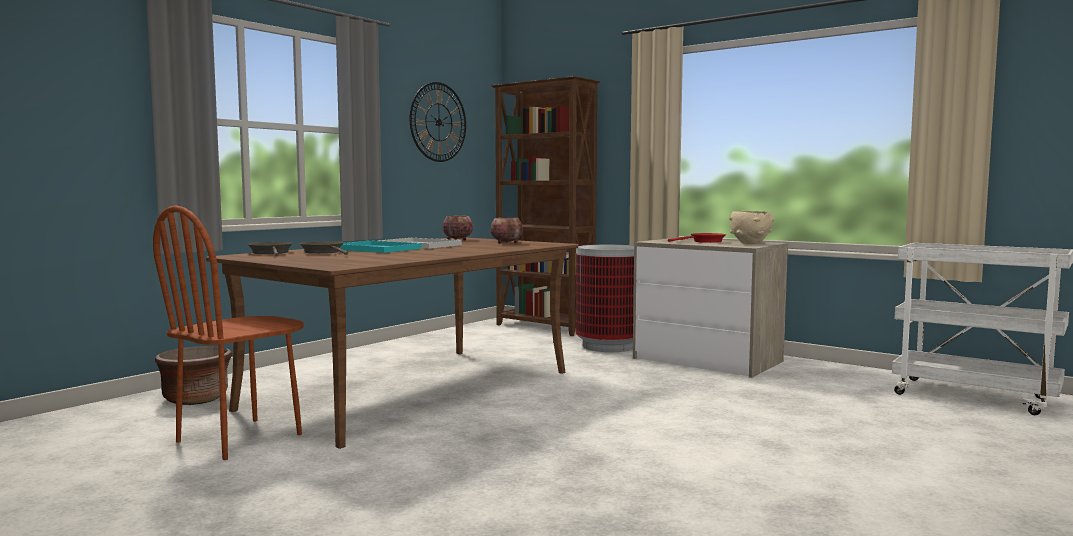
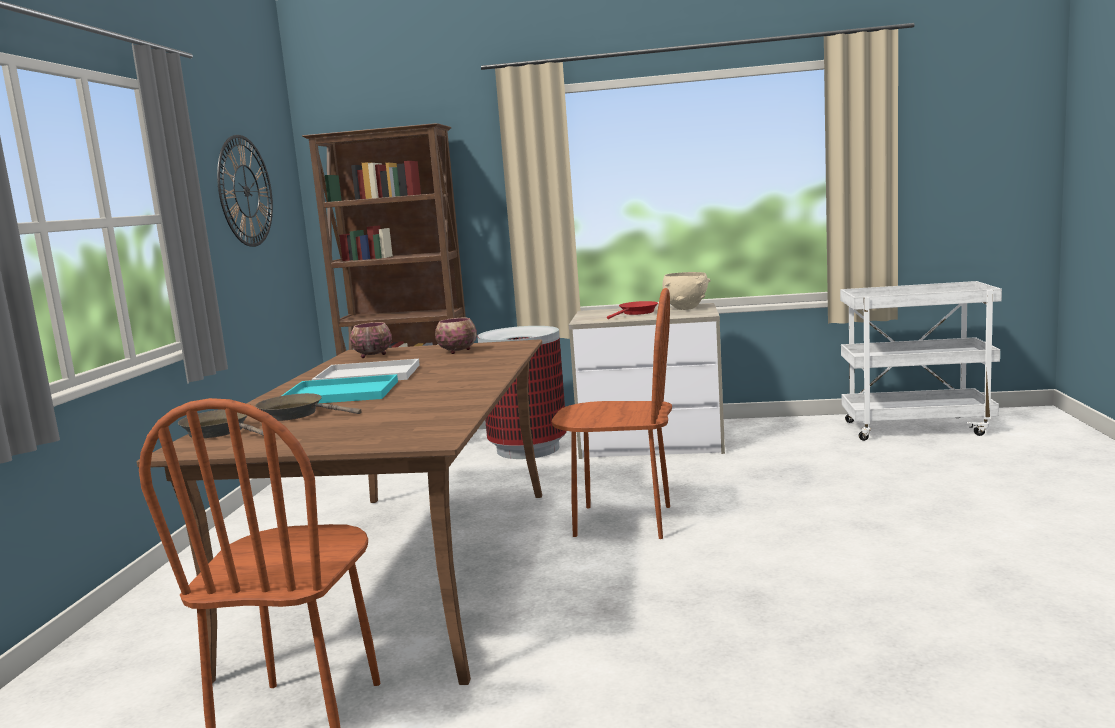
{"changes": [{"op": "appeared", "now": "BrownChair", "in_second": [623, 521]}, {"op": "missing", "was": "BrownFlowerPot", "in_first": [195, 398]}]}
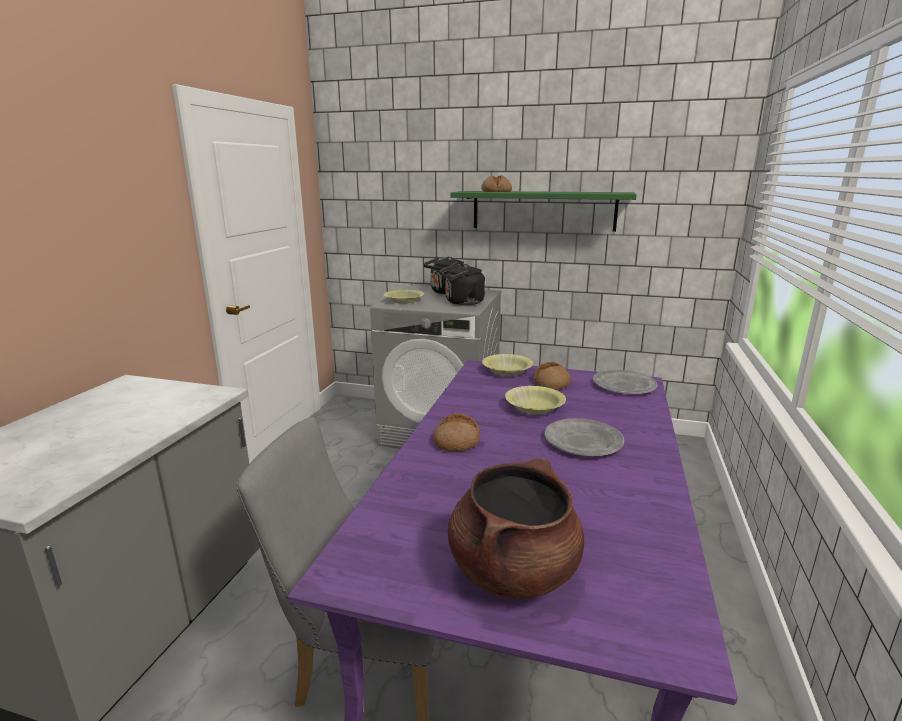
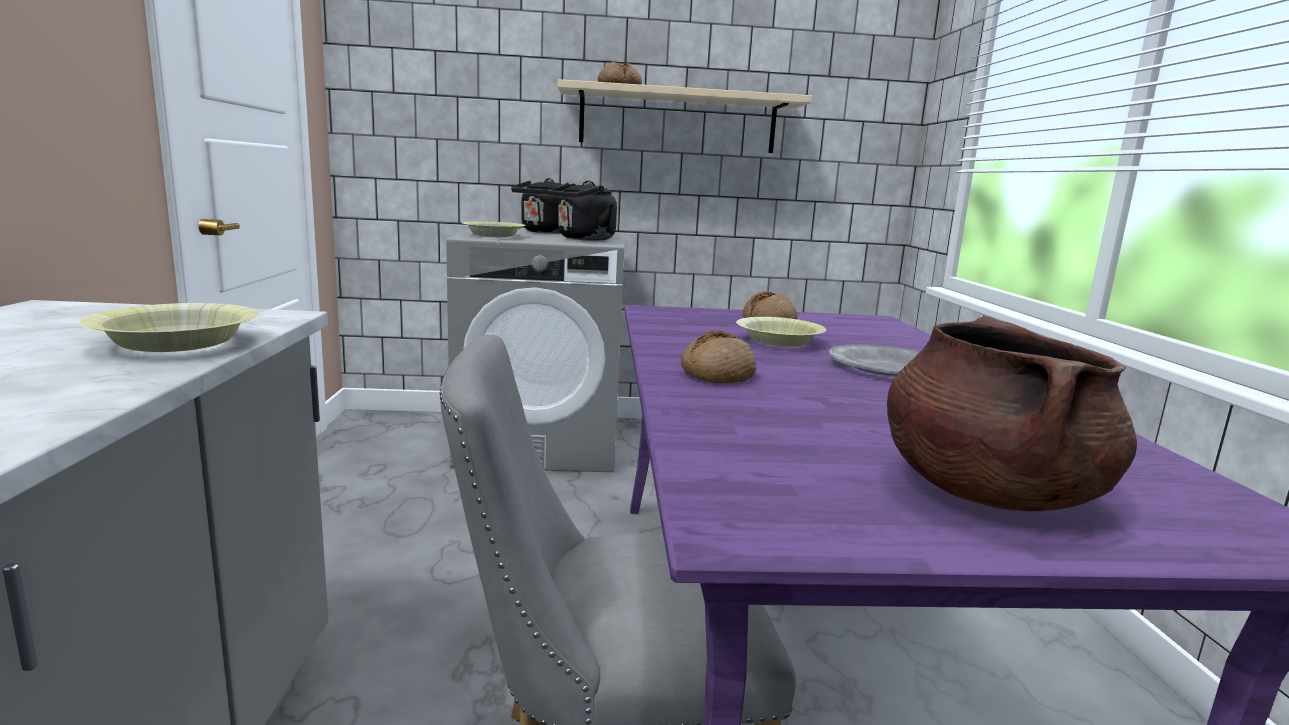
{"changes": [{"op": "relocated", "was": "YellowBowl", "in_first": [507, 371], "in_second": [178, 344]}, {"op": "colour", "was": "GreenishShelf", "now": "BeigeColouredShelf", "in_first": [543, 210], "in_second": [678, 121]}, {"op": "missing", "was": "GrayDinnerPlate", "in_first": [624, 386]}]}
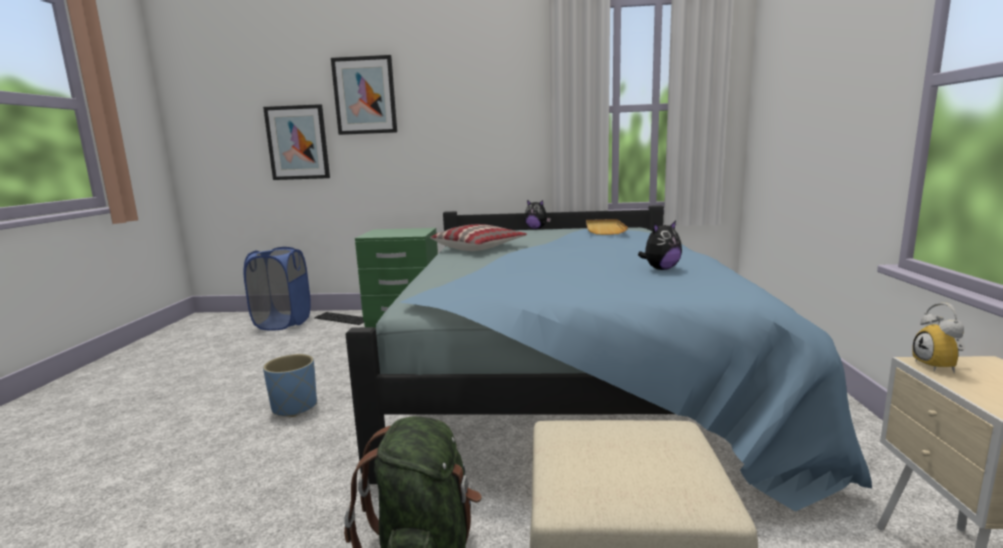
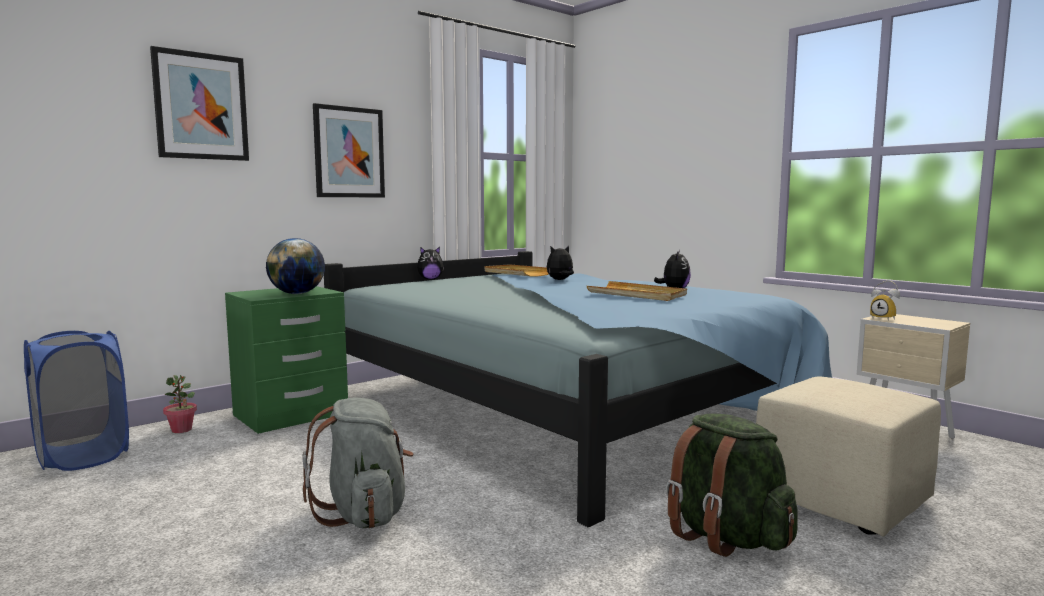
{"changes": [{"op": "exchanged", "was": "ComputerKeyboard", "now": "Houseplant", "in_first": [343, 318], "in_second": [182, 430]}, {"op": "appeared", "now": "DeskGlobe", "in_second": [297, 293]}, {"op": "exchanged", "was": "BlueFlowerPot", "now": "GrayRucksack", "in_first": [294, 407], "in_second": [364, 513]}, {"op": "relocated", "was": "WallArt", "in_first": [297, 142], "in_second": [349, 152]}, {"op": "appeared", "now": "SoftToy", "in_second": [560, 280]}, {"op": "appeared", "now": "BeigeColouredCarryingTray", "in_second": [637, 295]}, {"op": "missing", "was": "Cushion", "in_first": [479, 247]}]}
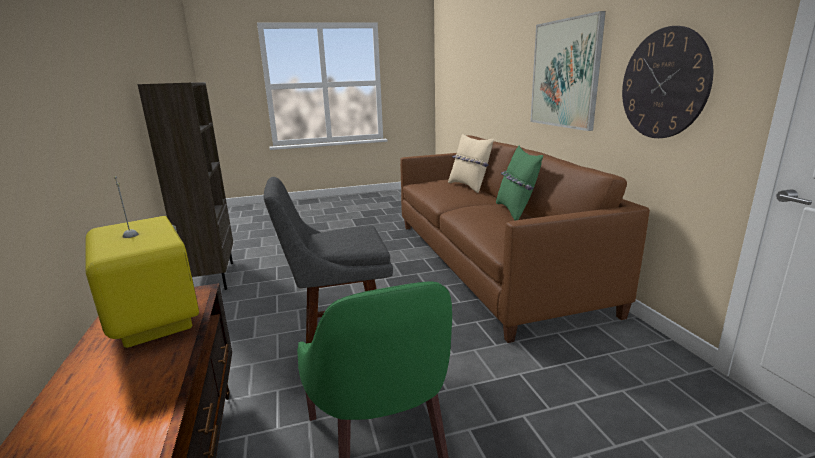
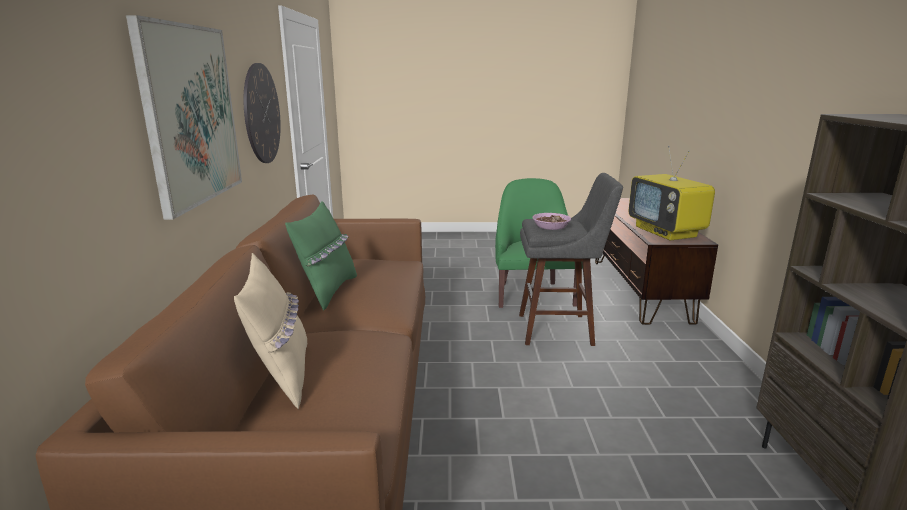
{"changes": [{"op": "appeared", "now": "Bowl", "in_second": [551, 226]}]}
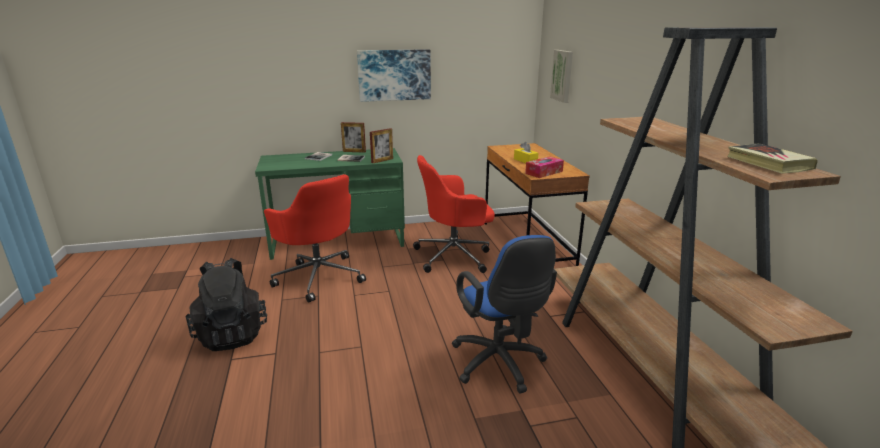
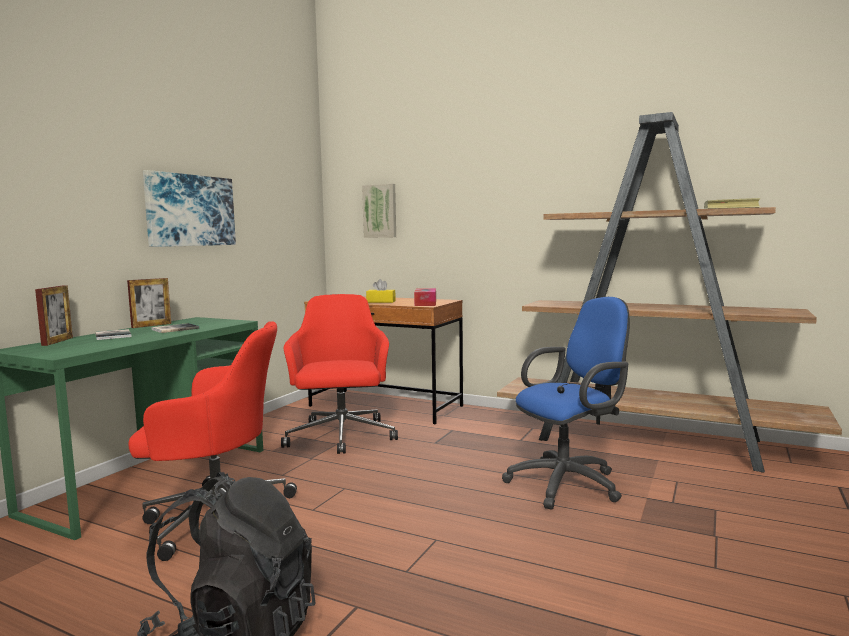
{"changes": [{"op": "relocated", "was": "PhotoFrame", "in_first": [382, 160], "in_second": [57, 341]}, {"op": "spun", "was": "ReddishComputerChair", "in_first": [454, 256], "in_second": [341, 437], "clockwise": 150}, {"op": "spun", "was": "BlueComputerChair", "in_first": [500, 365], "in_second": [569, 483], "clockwise": -45}]}
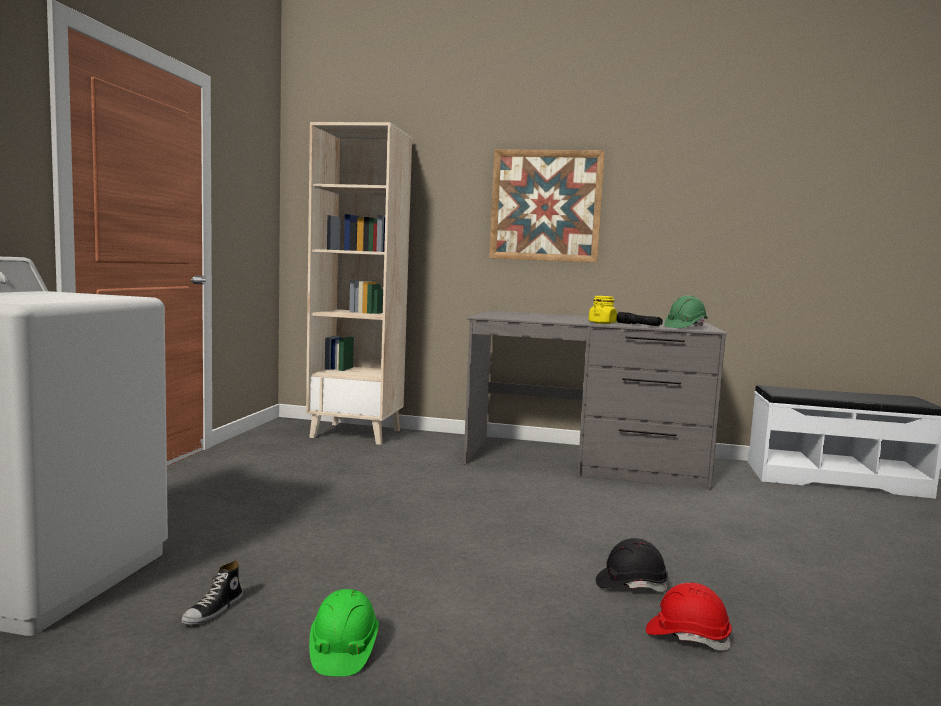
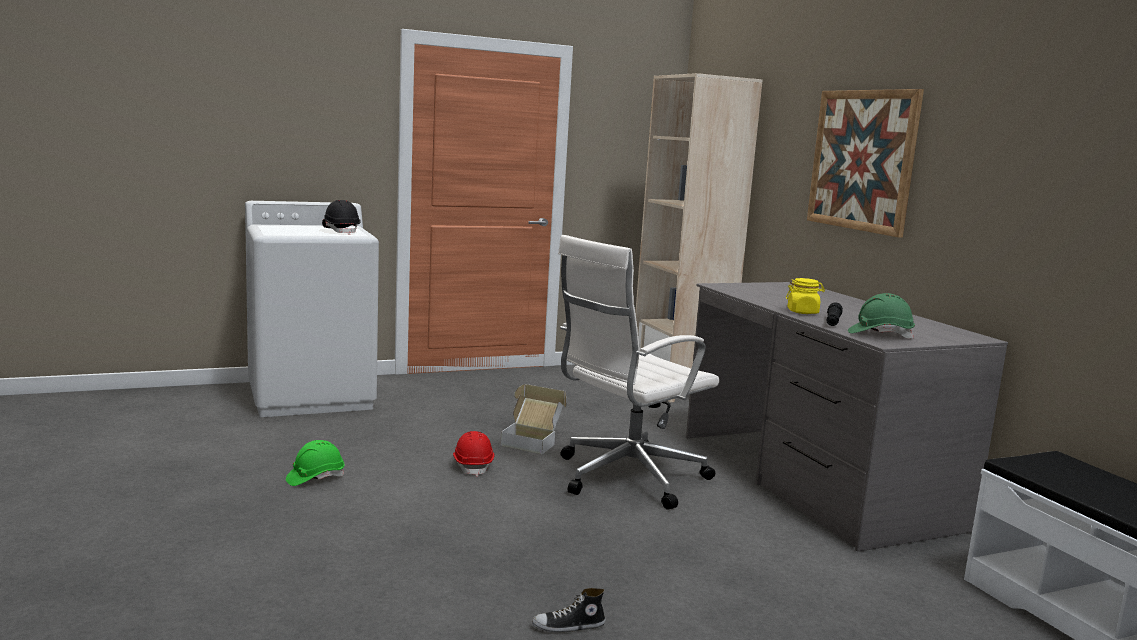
{"changes": [{"op": "relocated", "was": "BlackColouredSafetyHelmet", "in_first": [630, 585], "in_second": [341, 231]}, {"op": "relocated", "was": "ReddishSafetyHelmet", "in_first": [687, 636], "in_second": [473, 465]}, {"op": "appeared", "now": "Carton", "in_second": [532, 441]}, {"op": "relocated", "was": "Shoe", "in_first": [213, 611], "in_second": [568, 626]}, {"op": "appeared", "now": "WhiteComputerChair", "in_second": [626, 477]}]}
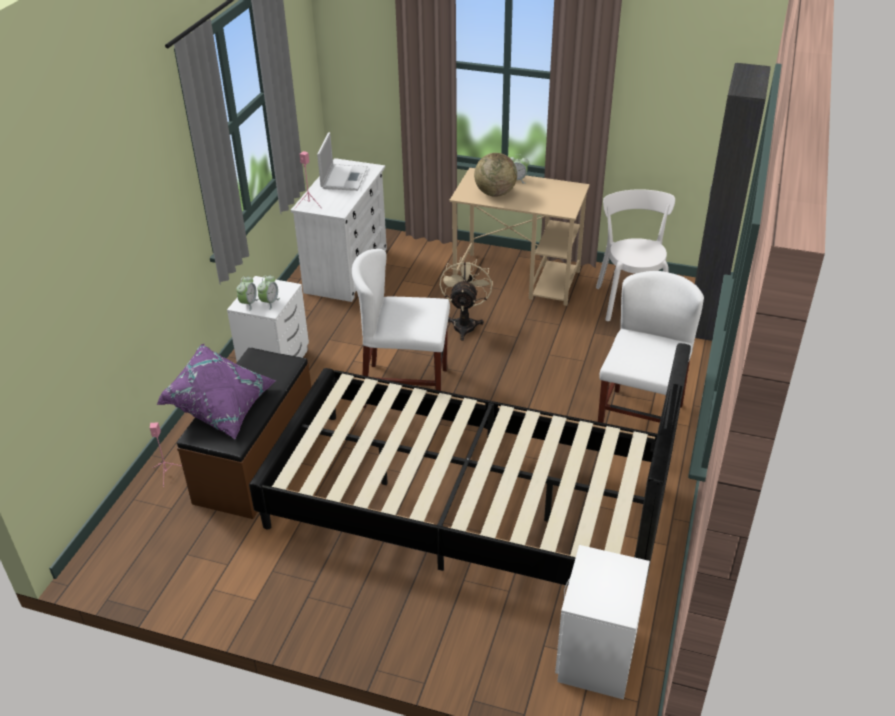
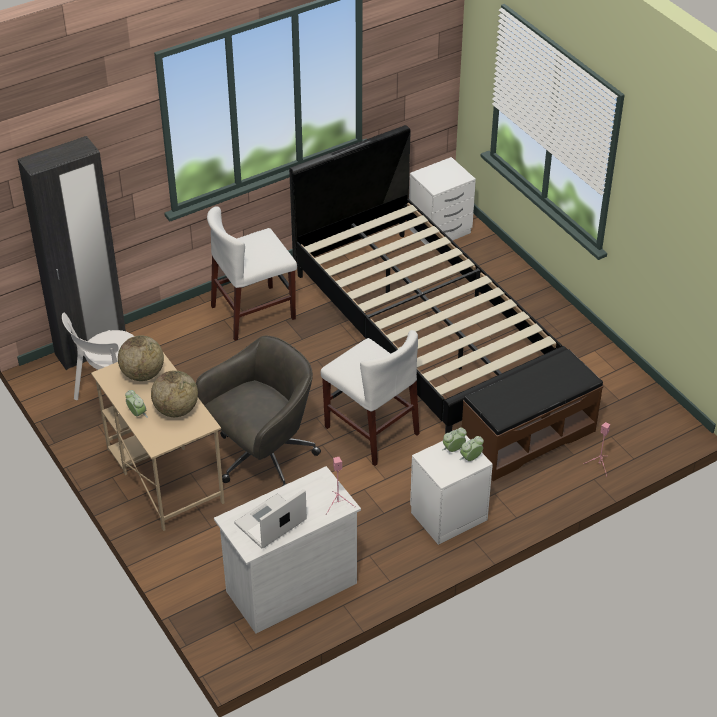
{"changes": [{"op": "appeared", "now": "DeskGlobe", "in_second": [143, 374]}, {"op": "exchanged", "was": "BeigeColouredElectricFan", "now": "GrayComputerChair", "in_first": [465, 323], "in_second": [263, 458]}, {"op": "missing", "was": "PurplishCushion", "in_first": [221, 406]}]}
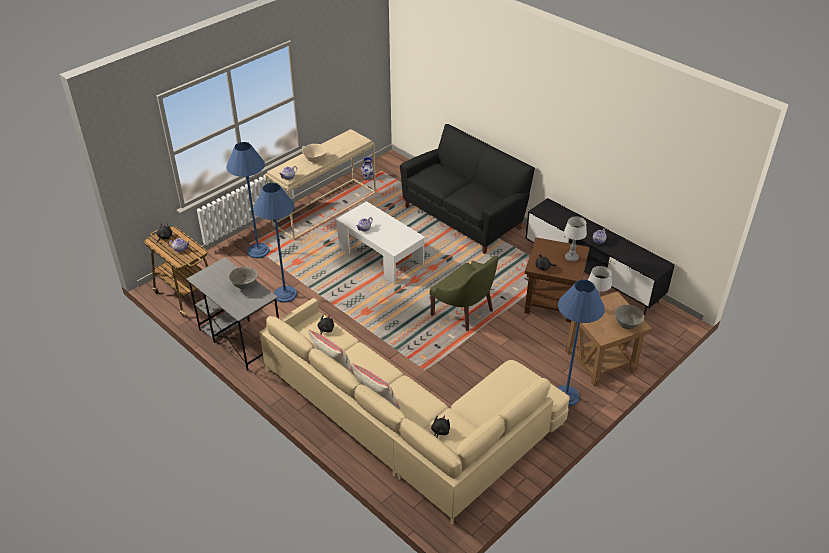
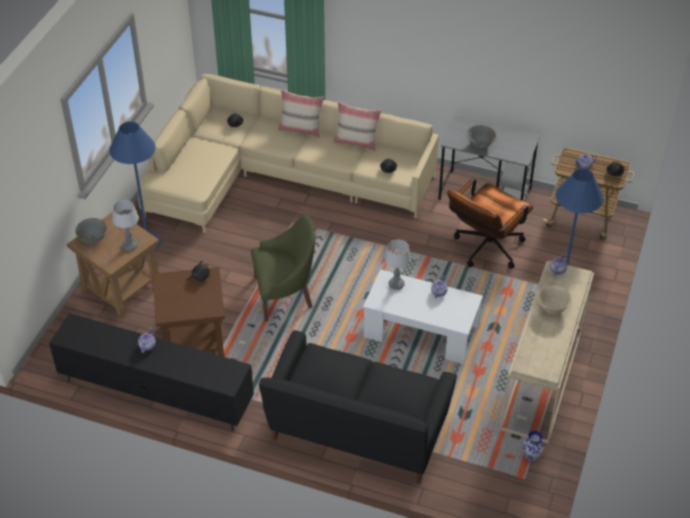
{"changes": [{"op": "spun", "was": "GreenishLoungeChair", "in_first": [465, 311], "in_second": [285, 295], "clockwise": 150}, {"op": "relocated", "was": "TableLamp", "in_first": [571, 258], "in_second": [396, 285]}, {"op": "exchanged", "was": "BlueFloorLamp", "now": "BrownComputerChair", "in_first": [285, 294], "in_second": [484, 250]}]}
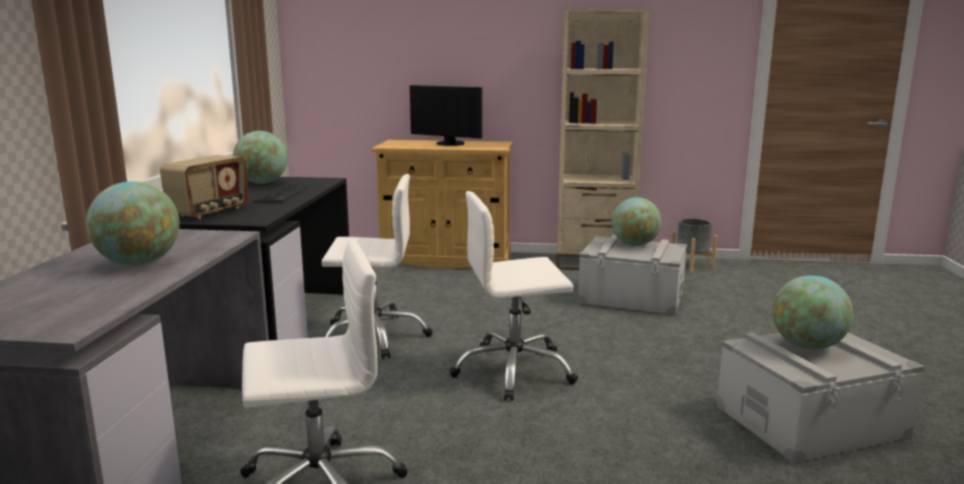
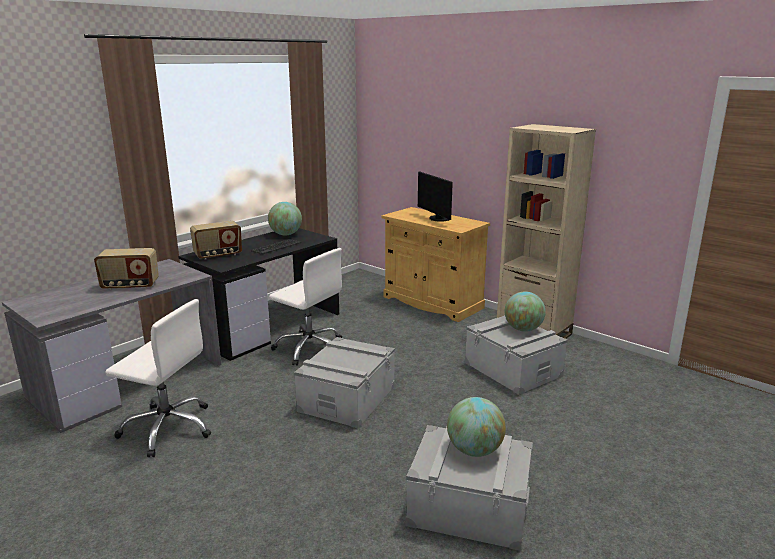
{"changes": [{"op": "exchanged", "was": "DeskGlobe", "now": "RadioSet", "in_first": [139, 263], "in_second": [130, 286]}, {"op": "exchanged", "was": "WhiteComputerChair", "now": "GrayStorageBox", "in_first": [514, 371], "in_second": [347, 398]}, {"op": "missing", "was": "GrayFlowerPot", "in_first": [691, 266]}]}
